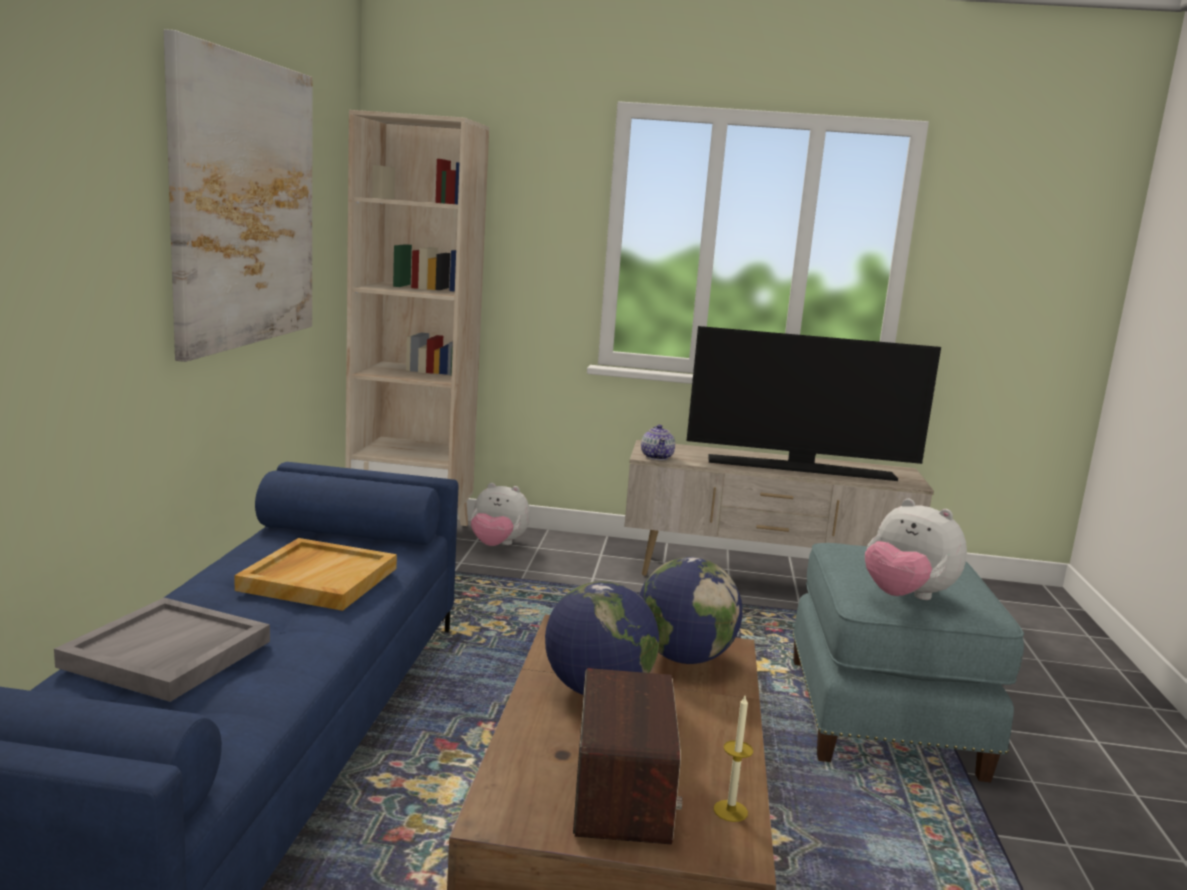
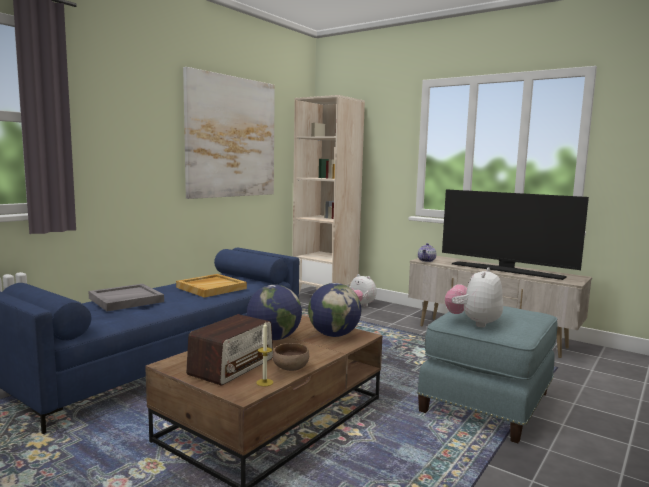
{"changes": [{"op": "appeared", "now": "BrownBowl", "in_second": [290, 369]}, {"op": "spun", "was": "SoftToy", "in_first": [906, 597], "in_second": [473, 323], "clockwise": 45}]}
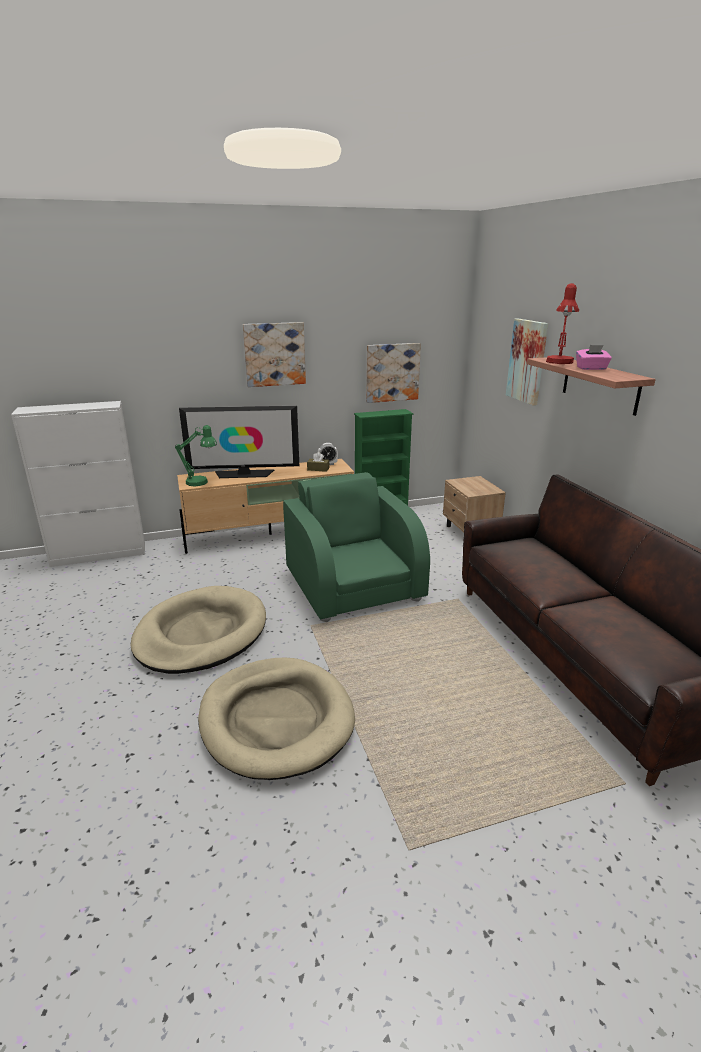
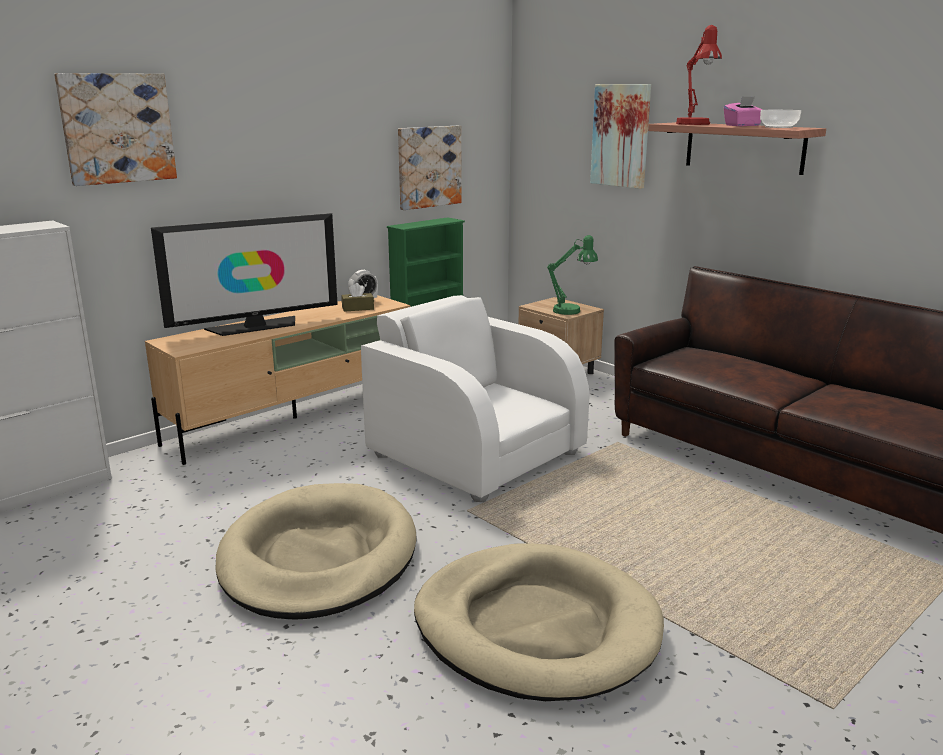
{"changes": [{"op": "relocated", "was": "WallArt", "in_first": [274, 354], "in_second": [117, 128]}, {"op": "colour", "was": "GreenishLoungeChair", "now": "WhiteLoungeChair", "in_first": [353, 585], "in_second": [475, 453]}, {"op": "relocated", "was": "GreenishTableLamp", "in_first": [201, 482], "in_second": [572, 310]}, {"op": "appeared", "now": "Bowl", "in_second": [778, 127]}]}
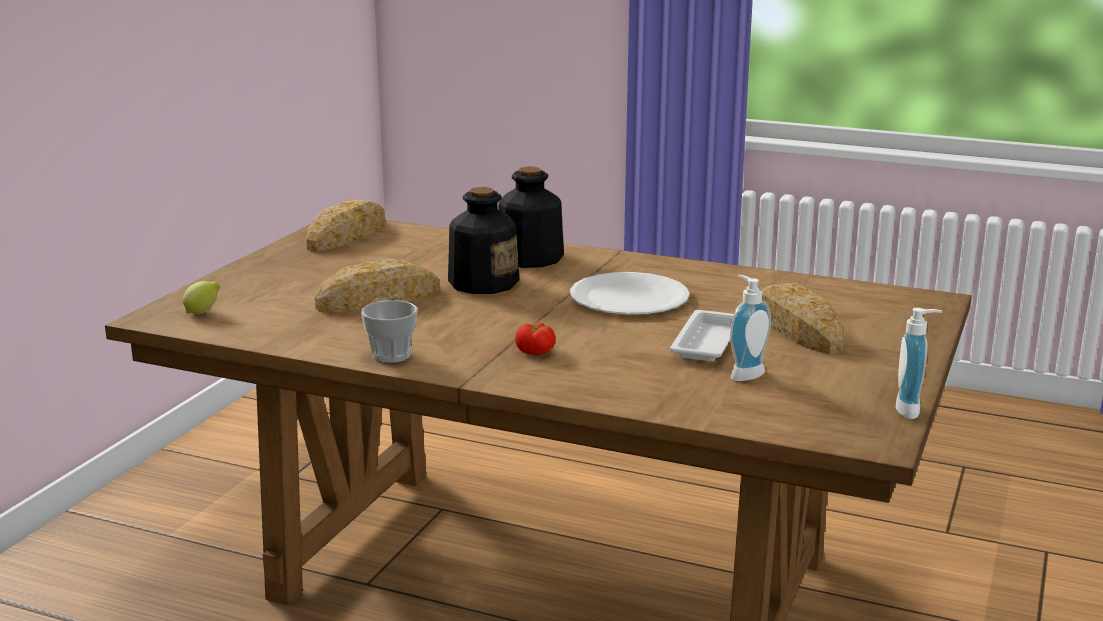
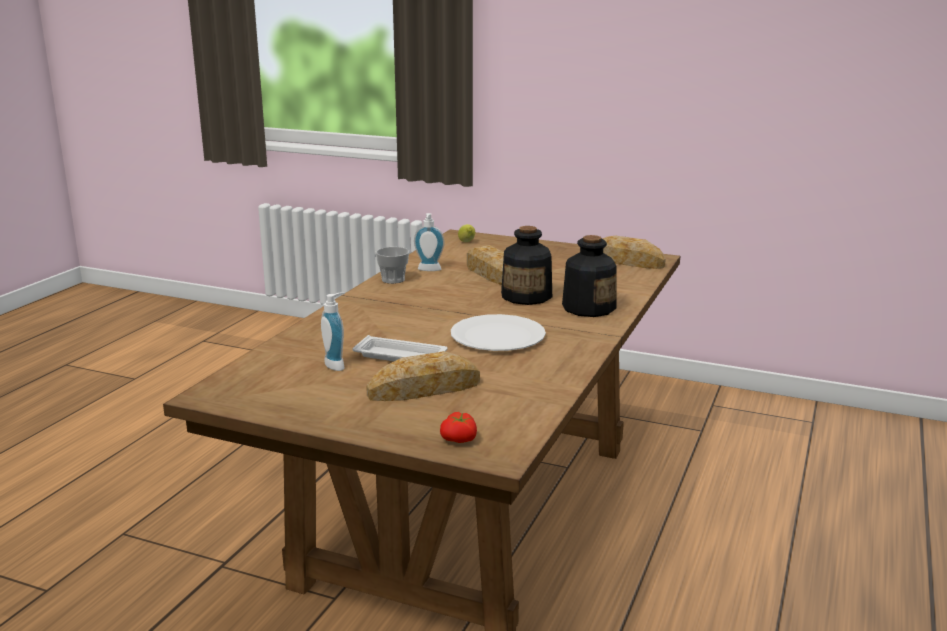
{"changes": [{"op": "relocated", "was": "SoapDispenser", "in_first": [912, 410], "in_second": [429, 270]}, {"op": "relocated", "was": "Tomato", "in_first": [536, 351], "in_second": [460, 439]}]}
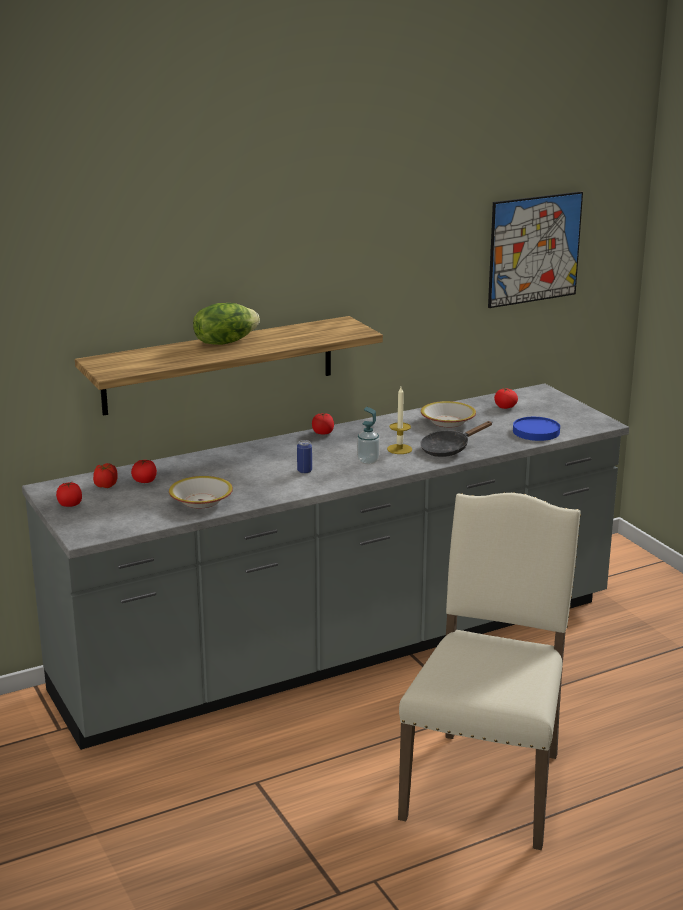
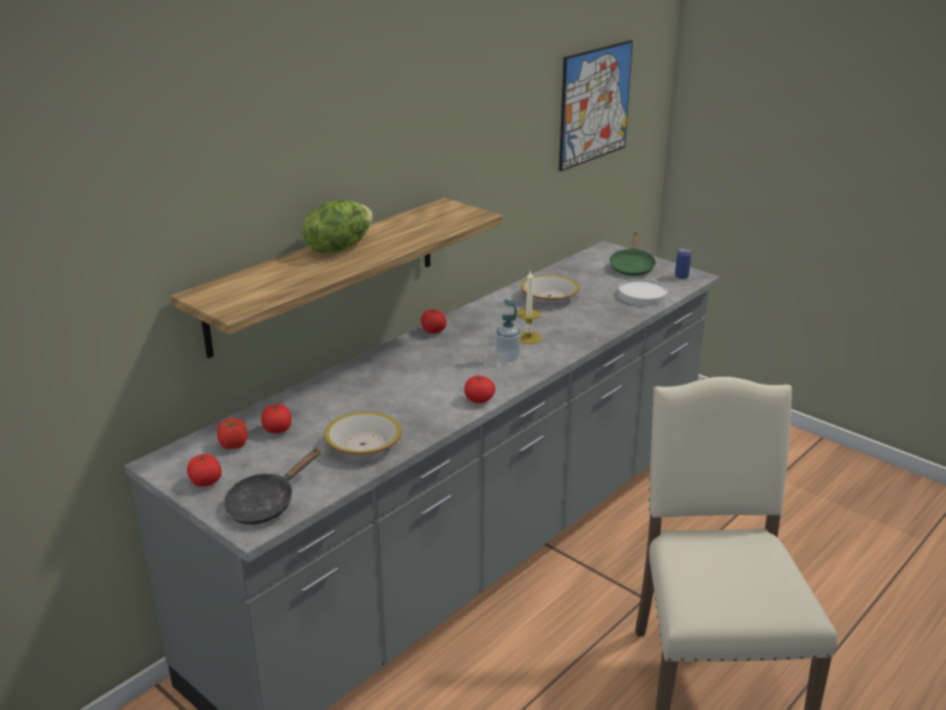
{"changes": [{"op": "relocated", "was": "BlackColouredSkillet", "in_first": [448, 449], "in_second": [266, 504]}, {"op": "relocated", "was": "Tomato", "in_first": [505, 407], "in_second": [479, 400]}, {"op": "appeared", "now": "GreenishSkillet", "in_second": [632, 267]}, {"op": "colour", "was": "BlueDinnerPlate", "now": "WhiteDinnerPlate", "in_first": [536, 431], "in_second": [642, 295]}, {"op": "relocated", "was": "Can", "in_first": [304, 471], "in_second": [681, 276]}]}
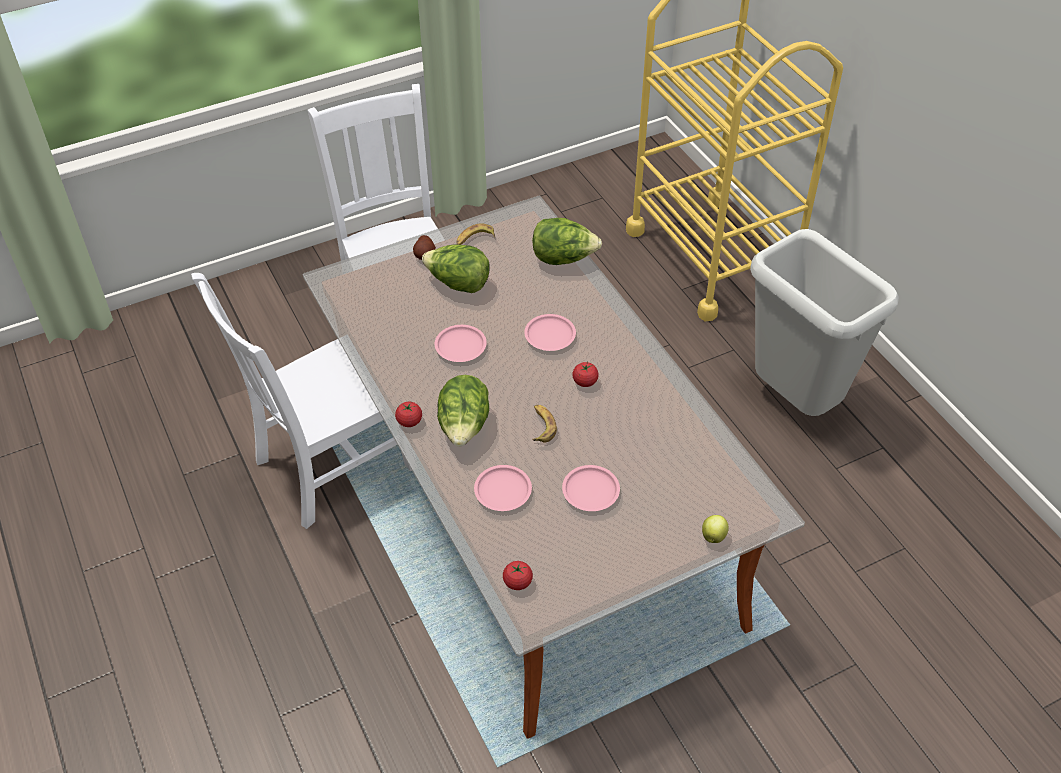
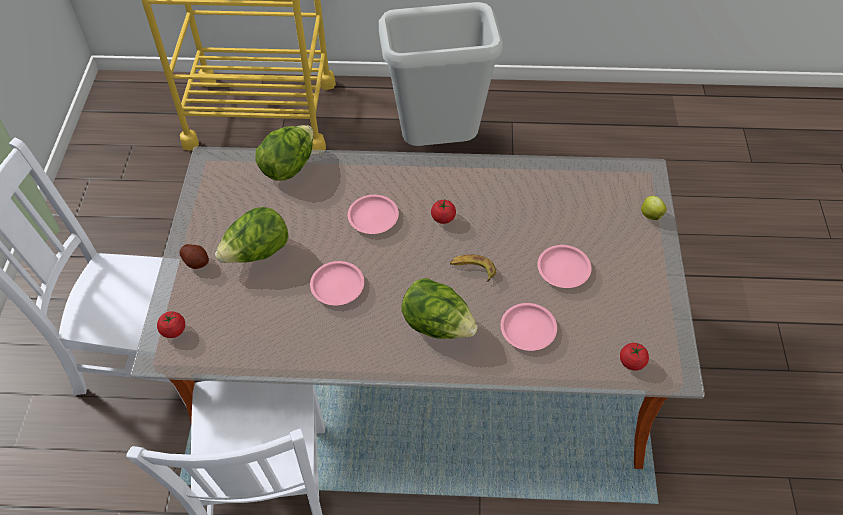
{"changes": [{"op": "relocated", "was": "Tomato", "in_first": [409, 421], "in_second": [173, 330]}, {"op": "missing", "was": "BananaFruit", "in_first": [474, 239]}]}
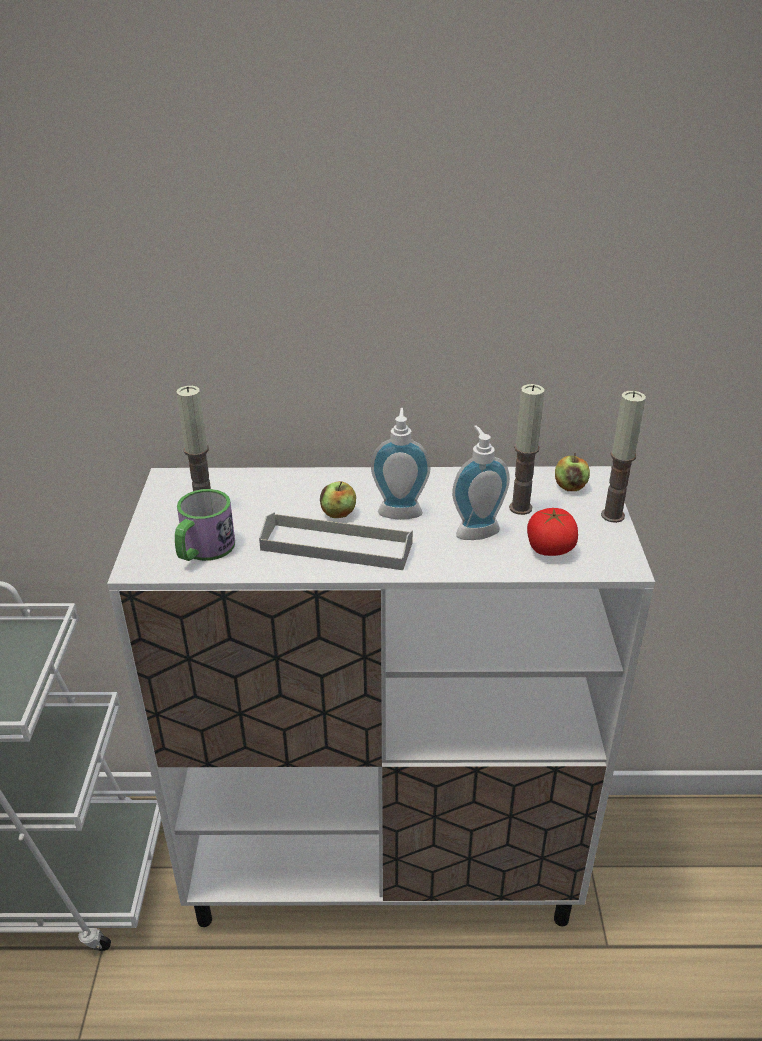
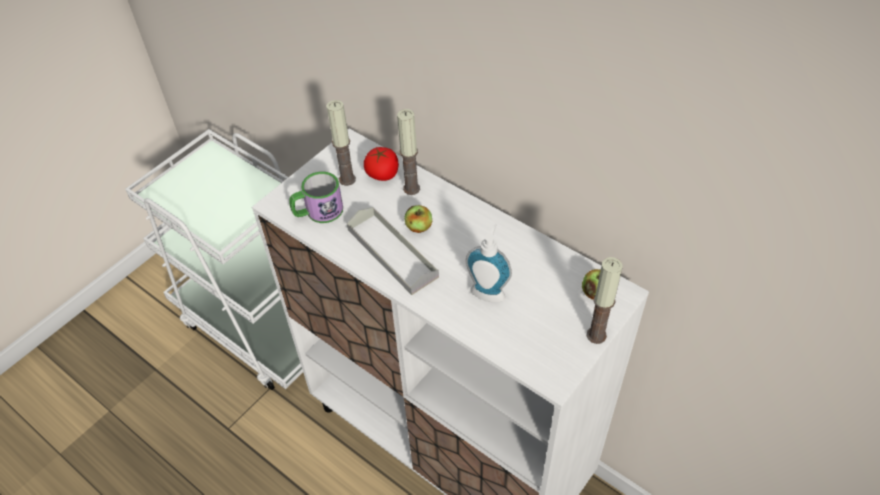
{"changes": [{"op": "relocated", "was": "Tomato", "in_first": [549, 549], "in_second": [382, 174]}, {"op": "relocated", "was": "WaxCandle", "in_first": [520, 508], "in_second": [411, 188]}, {"op": "missing", "was": "SoapDispenser", "in_first": [400, 510]}]}
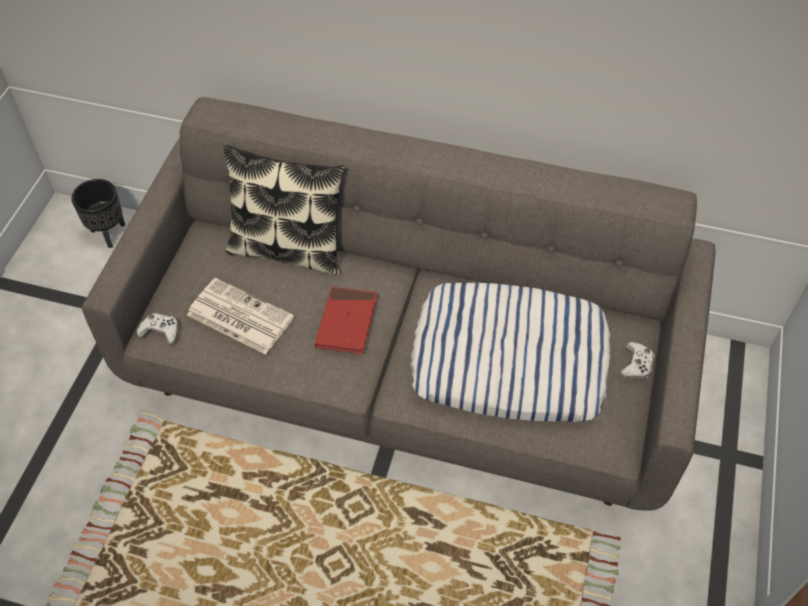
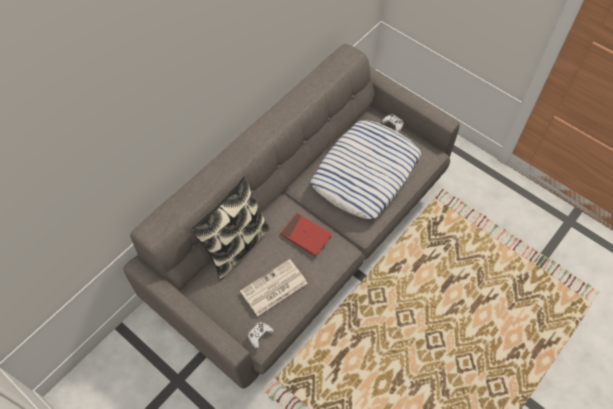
{"changes": [{"op": "missing", "was": "BlackColouredFlowerPot", "in_first": [109, 233]}]}
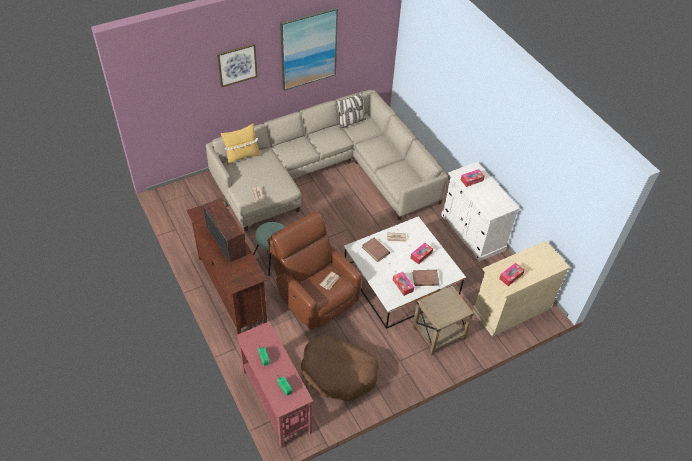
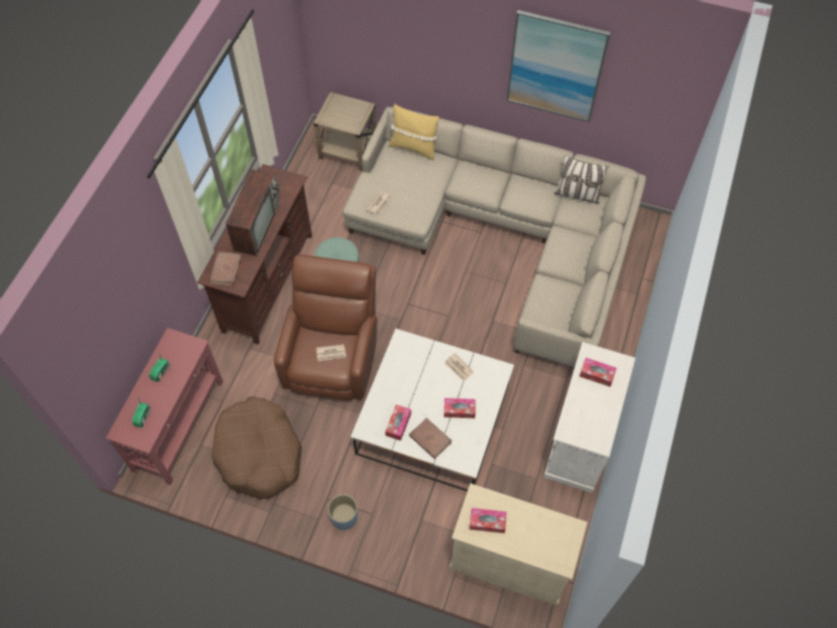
{"changes": [{"op": "relocated", "was": "BrownBoundBook", "in_first": [375, 250], "in_second": [226, 270]}, {"op": "relocated", "was": "BeigeColouredSideTable", "in_first": [439, 333], "in_second": [348, 149]}, {"op": "appeared", "now": "BlueFlowerPot", "in_second": [344, 518]}, {"op": "missing", "was": "WallArt", "in_first": [237, 65]}]}
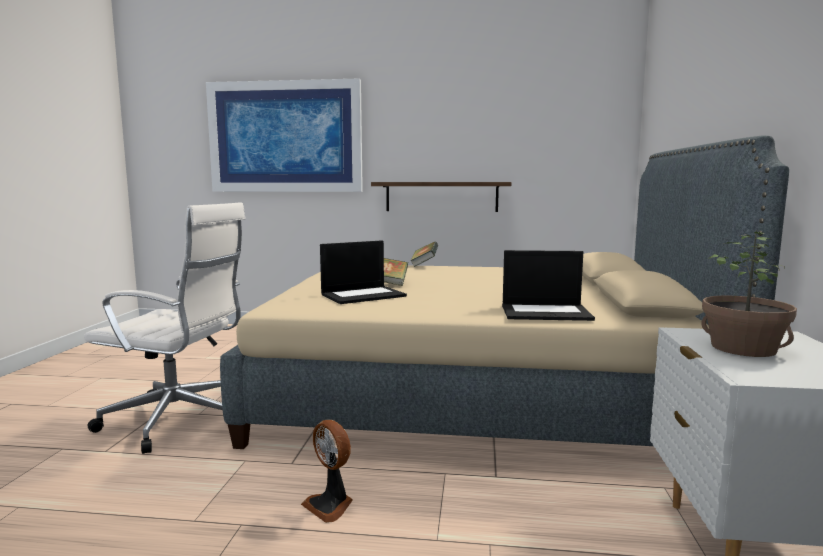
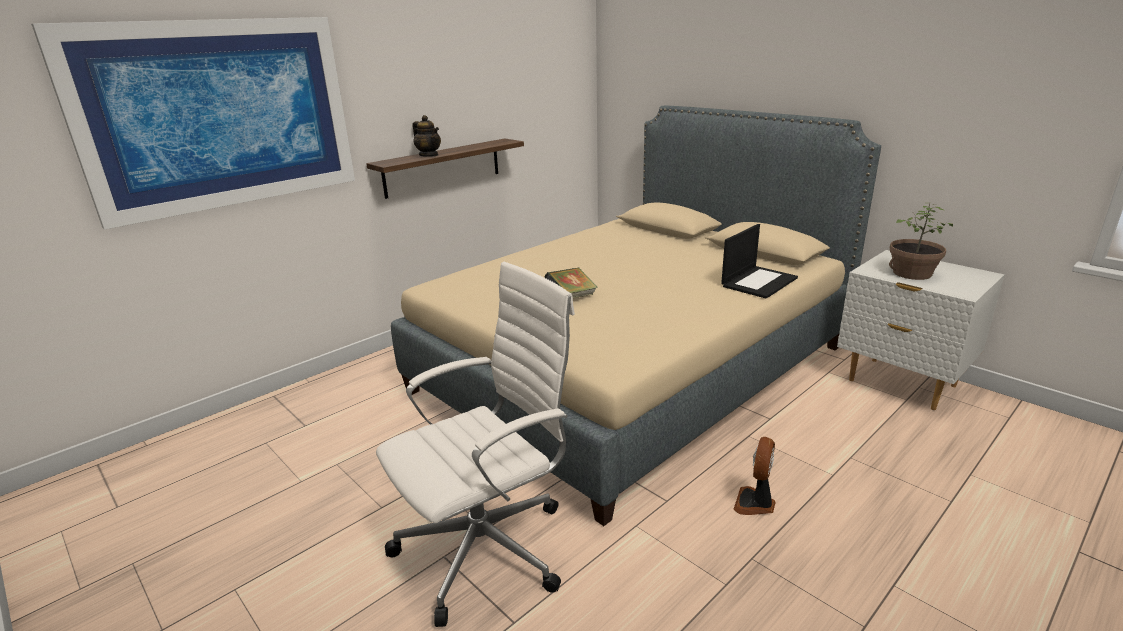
{"changes": [{"op": "appeared", "now": "PotForTea", "in_second": [429, 155]}, {"op": "spun", "was": "ElectricFan", "in_first": [330, 505], "in_second": [755, 503], "clockwise": 120}, {"op": "missing", "was": "NotebookComputer", "in_first": [363, 295]}, {"op": "missing", "was": "BoundBook", "in_first": [424, 265]}]}
